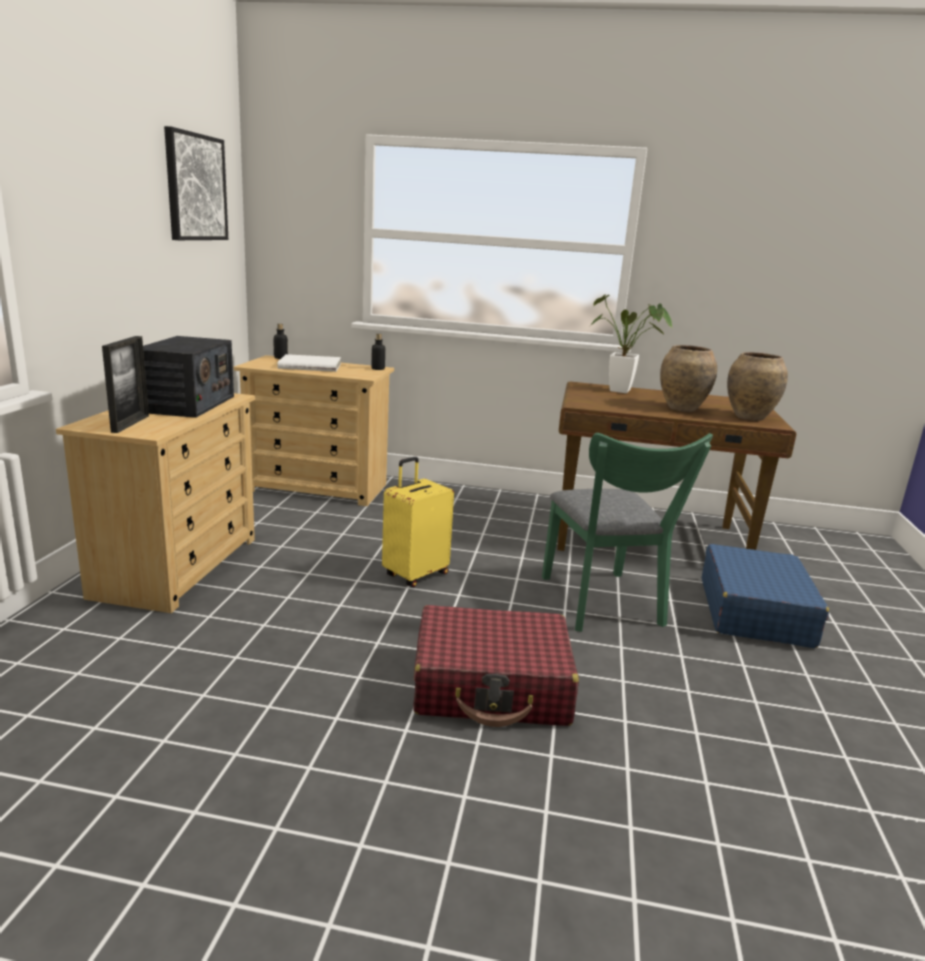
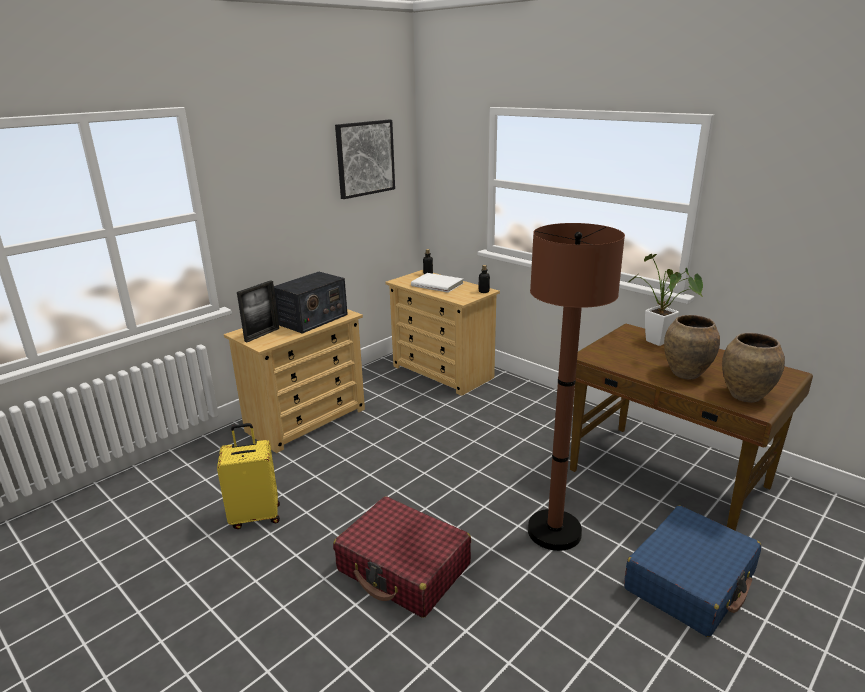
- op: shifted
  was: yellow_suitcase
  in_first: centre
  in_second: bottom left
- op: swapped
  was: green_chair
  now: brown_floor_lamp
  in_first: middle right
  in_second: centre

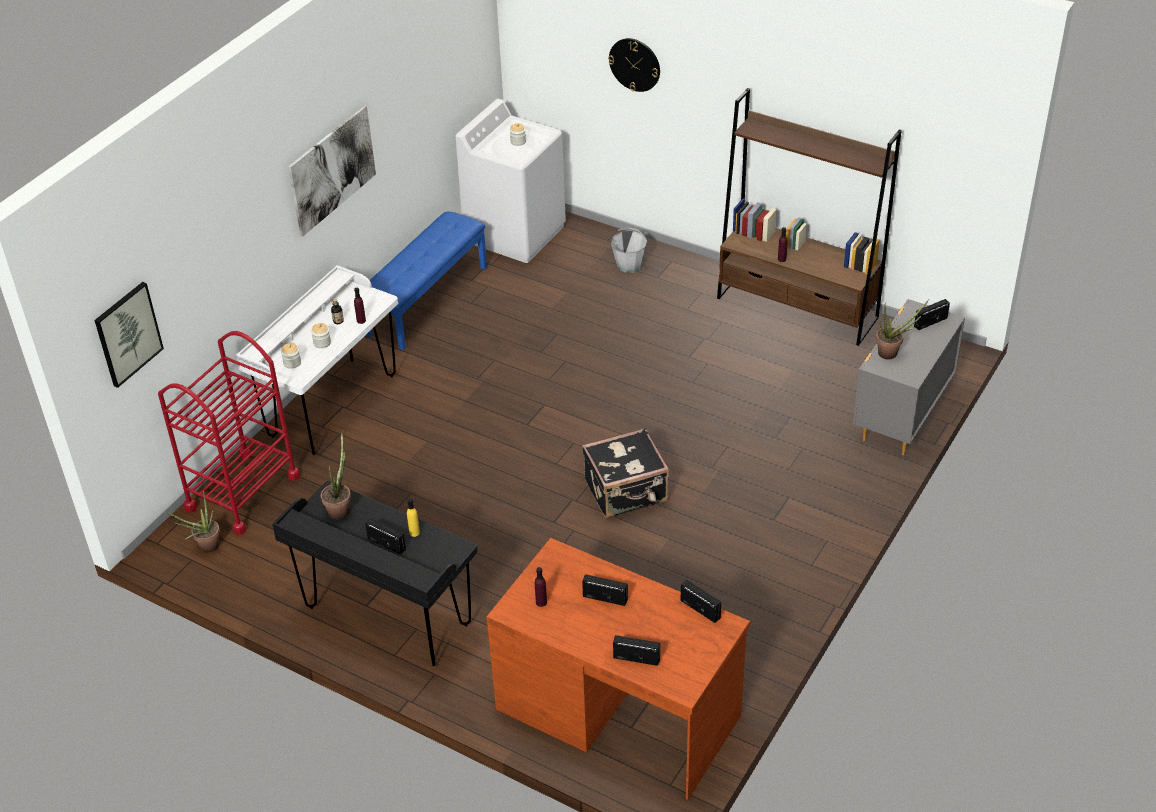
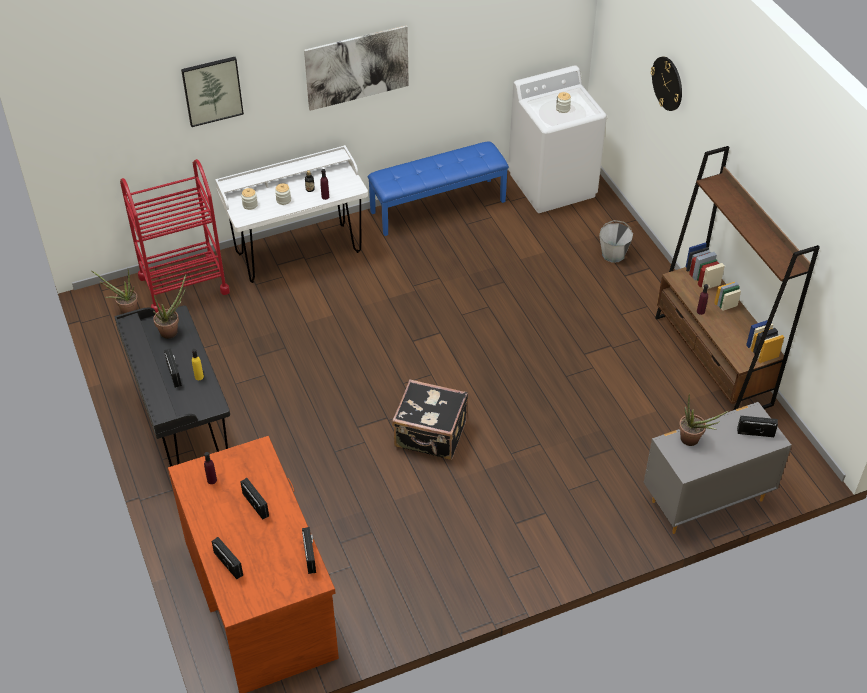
- op: shifted
  was: picture (no. 1 from left)
  in_first: middle left
  in_second: top left

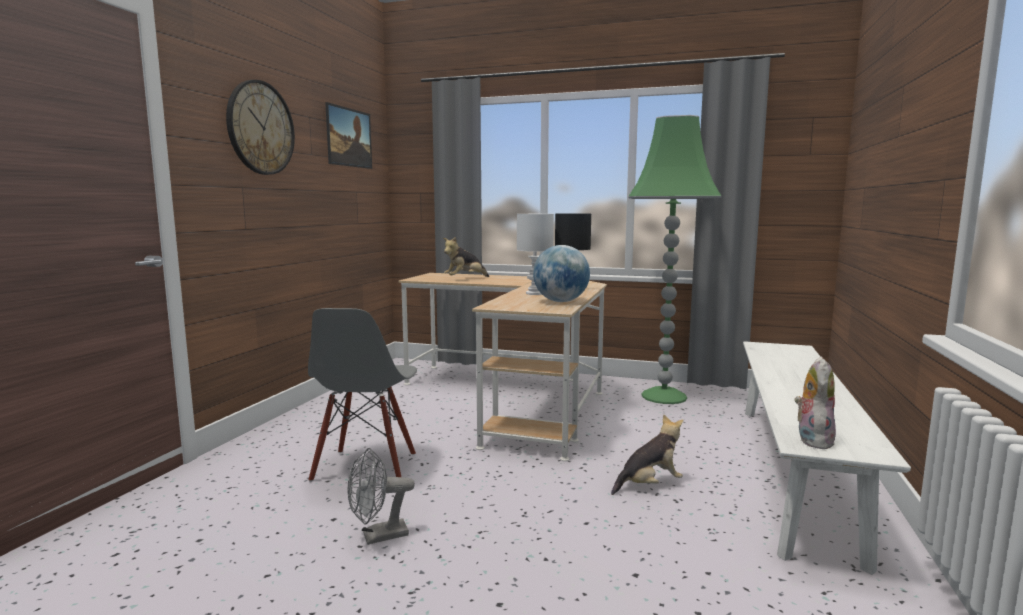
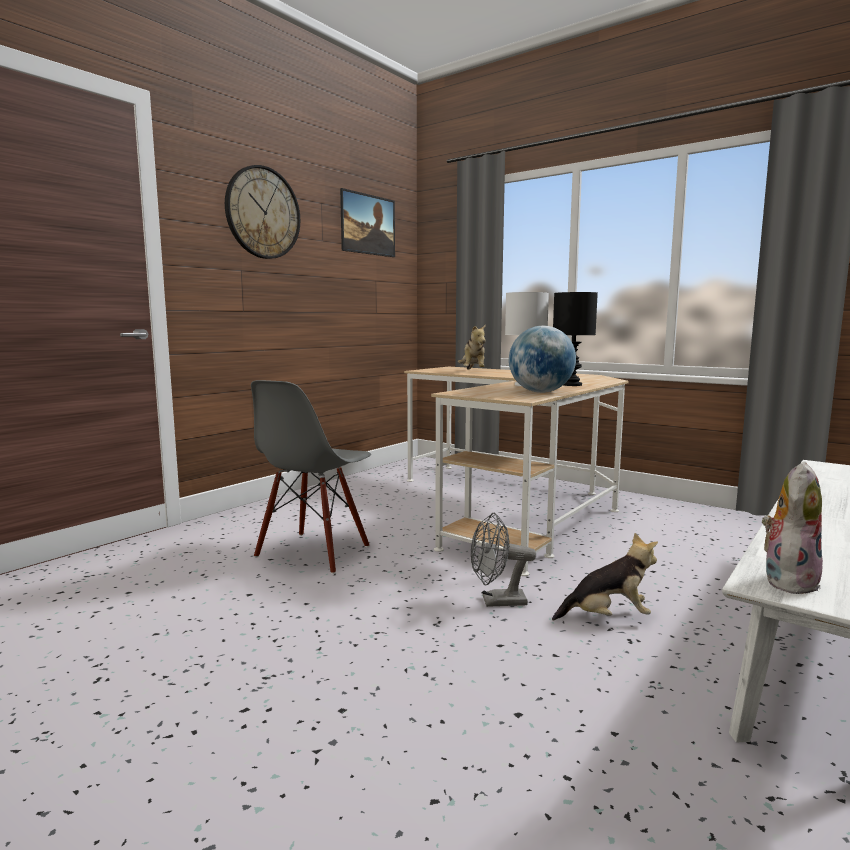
- op: gone
  was: green_floor_lamp
  in_first: centre
- op: shifted
  was: grey_fan
  in_first: bottom centre
  in_second: centre
- op: rotated
  was: plush_toy (no. 1 from left)
  in_first: centre
  in_second: centre
  clockwise: -75

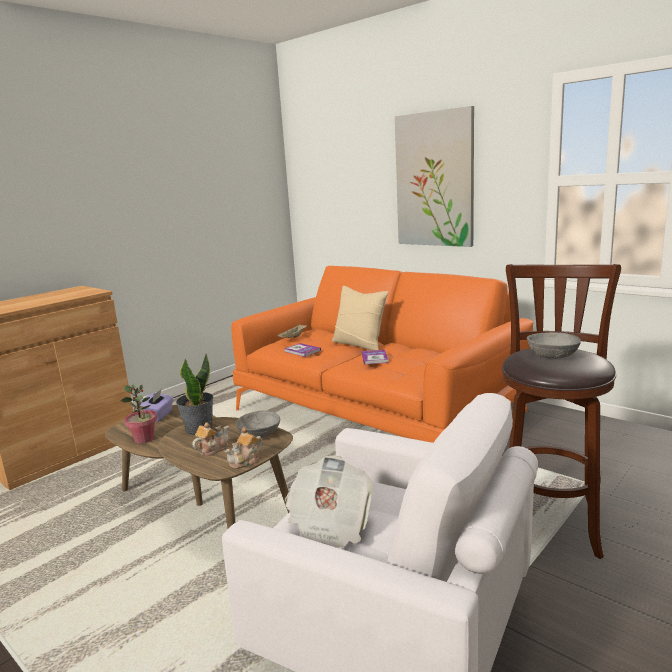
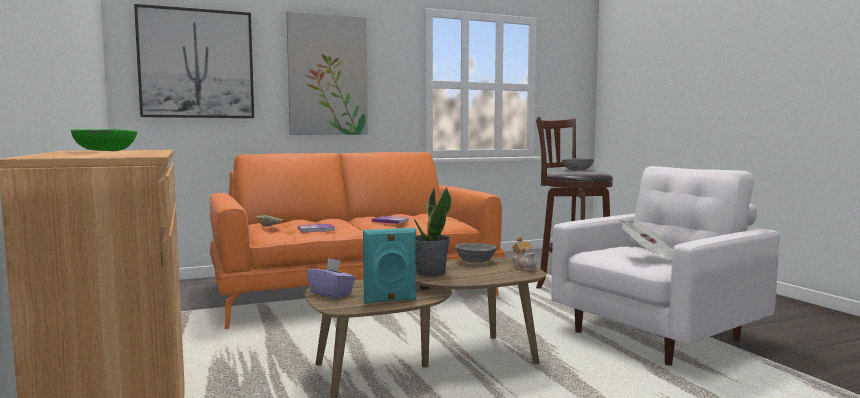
- op: gone
  was: teapot (no. 1 from left)
  in_first: middle left
- op: gone
  was: beige_pillow
  in_first: centre
- op: new
  now: green_bowl
  in_second: middle left
- op: new
  now: picture (no. 1 from left)
  in_second: top left
- op: swapped
  was: potted_plant (no. 1 from left)
  now: turquoise_speaker
  in_first: middle left
  in_second: bottom centre

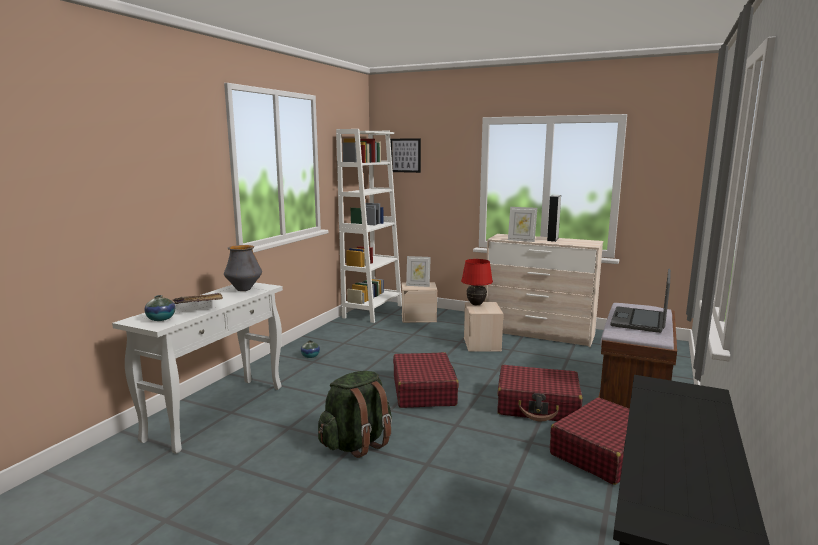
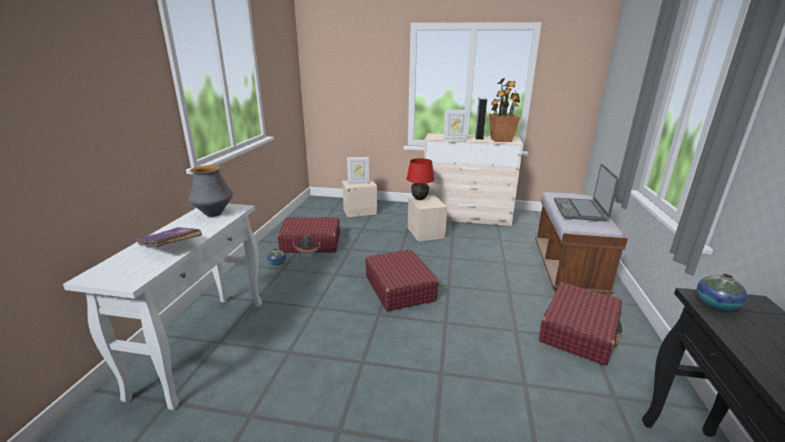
- op: gone
  was: green_backpack
  in_first: bottom centre
- op: gone
  was: white_bookcase
  in_first: centre
- op: gone
  was: picture
  in_first: top centre
- op: new
  now: potted_plant
  in_second: top centre
- op: shifted
  was: vase (no. 1 from left in the first image)
  now: vase (no. 3 from left)
  in_first: middle left
  in_second: middle right
- op: shifted
  was: red_suitcase (no. 2 from left in the first image)
  now: red_suitcase (no. 1 from left)
  in_first: bottom centre
  in_second: centre

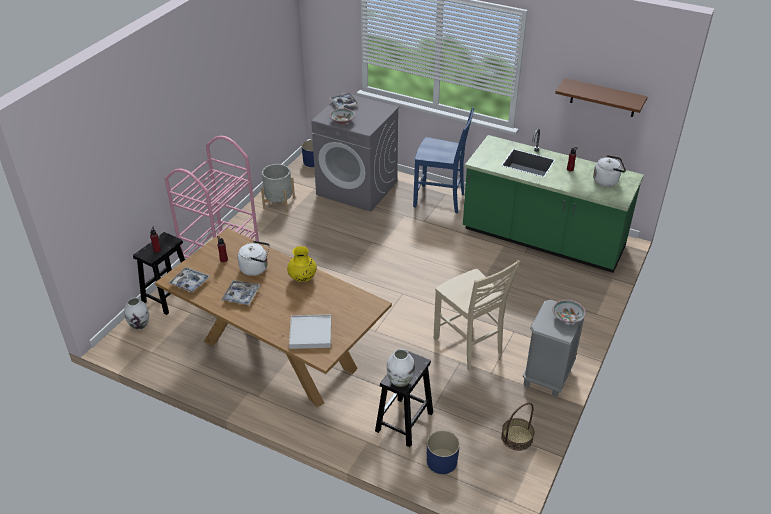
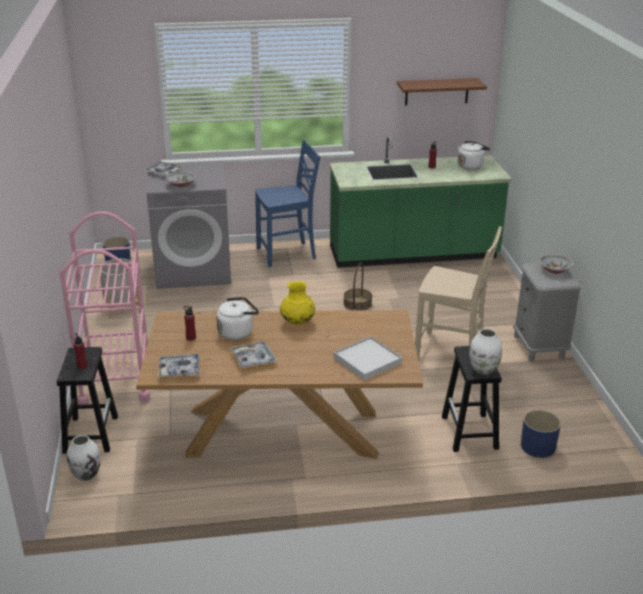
- op: shifted
  was: basket
  in_first: bottom right
  in_second: centre

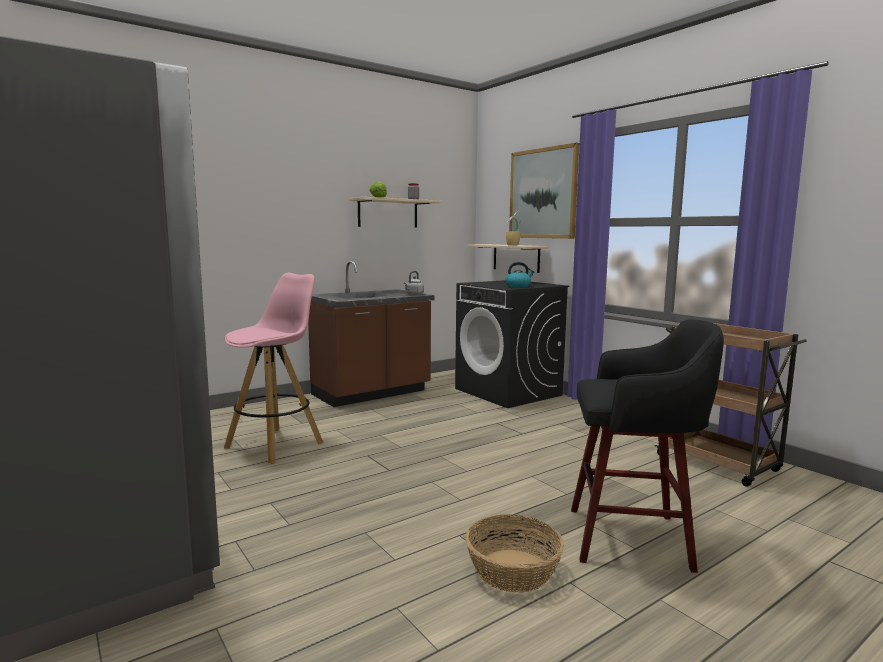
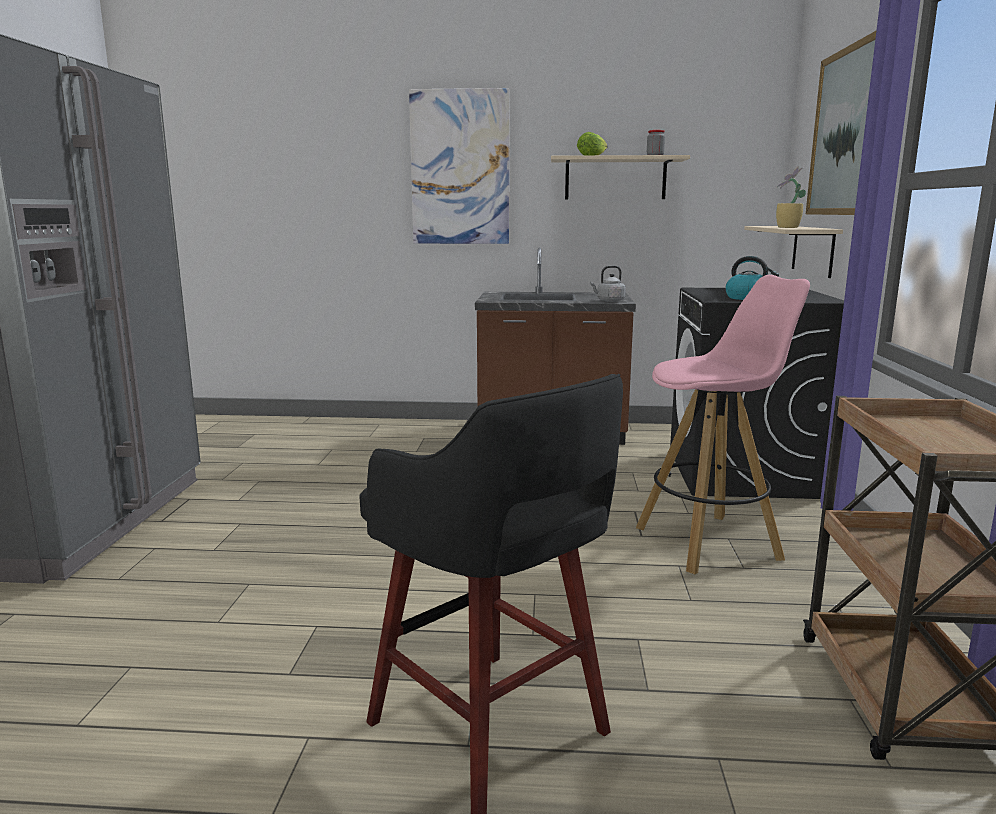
- op: gone
  was: basket
  in_first: bottom centre
- op: new
  now: picture (no. 1 from left)
  in_second: top centre
- op: shifted
  was: pink_stool
  in_first: middle left
  in_second: middle right

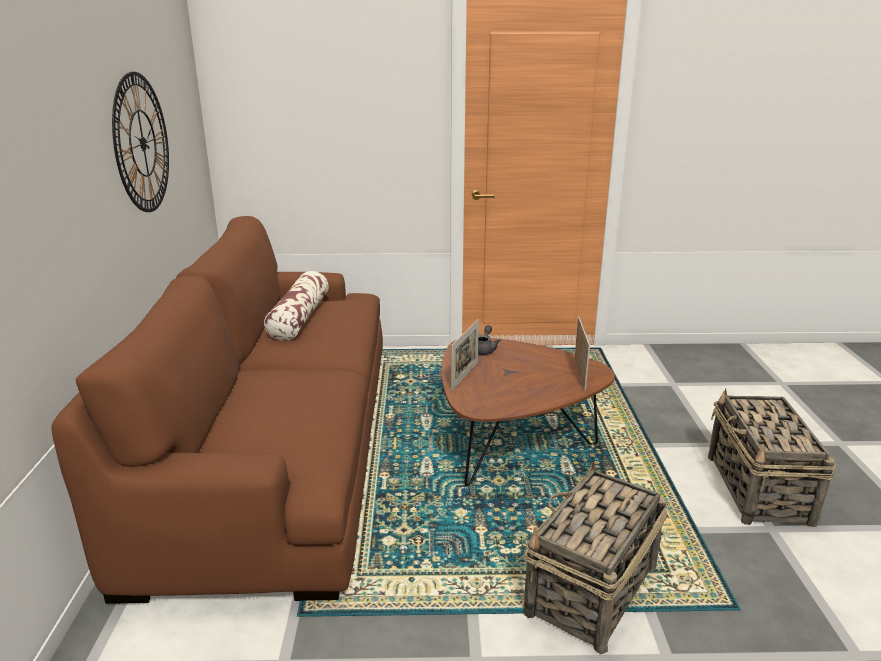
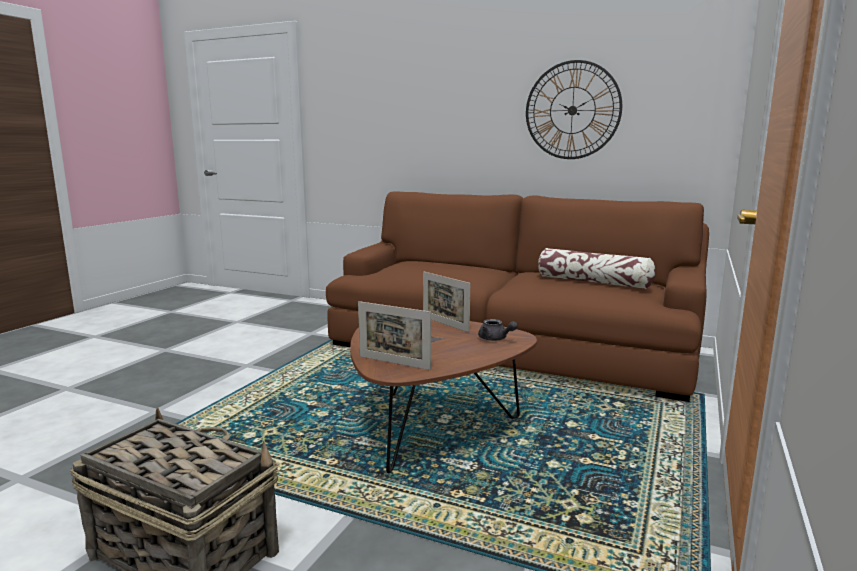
- op: gone
  was: basket (no. 1 from left)
  in_first: bottom right

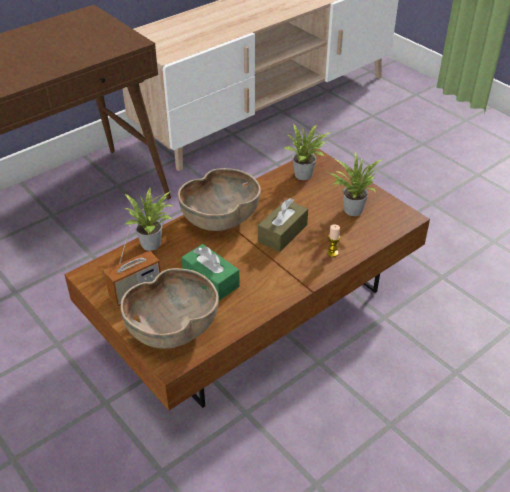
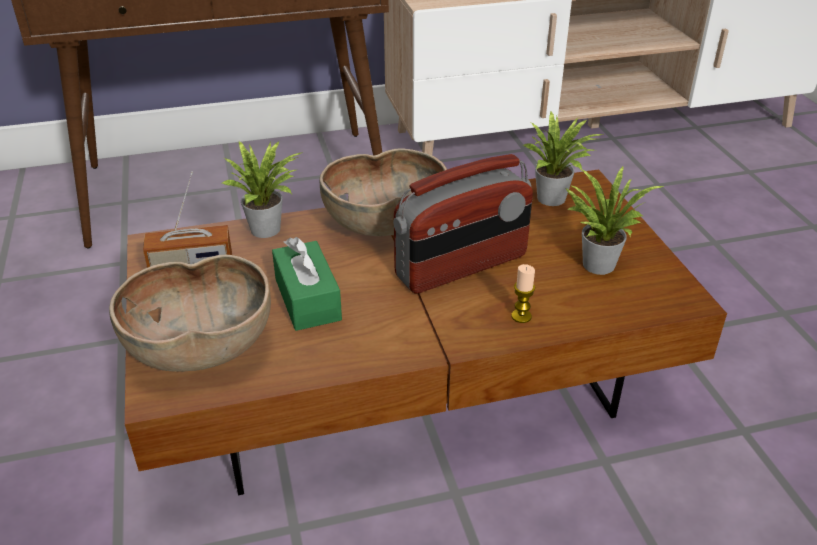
- op: swapped
  was: brown_tissue_box
  now: radio (no. 2 from left)
  in_first: centre
  in_second: centre

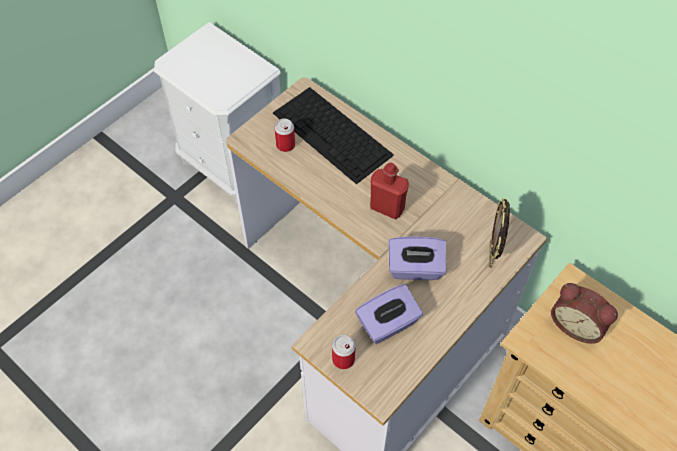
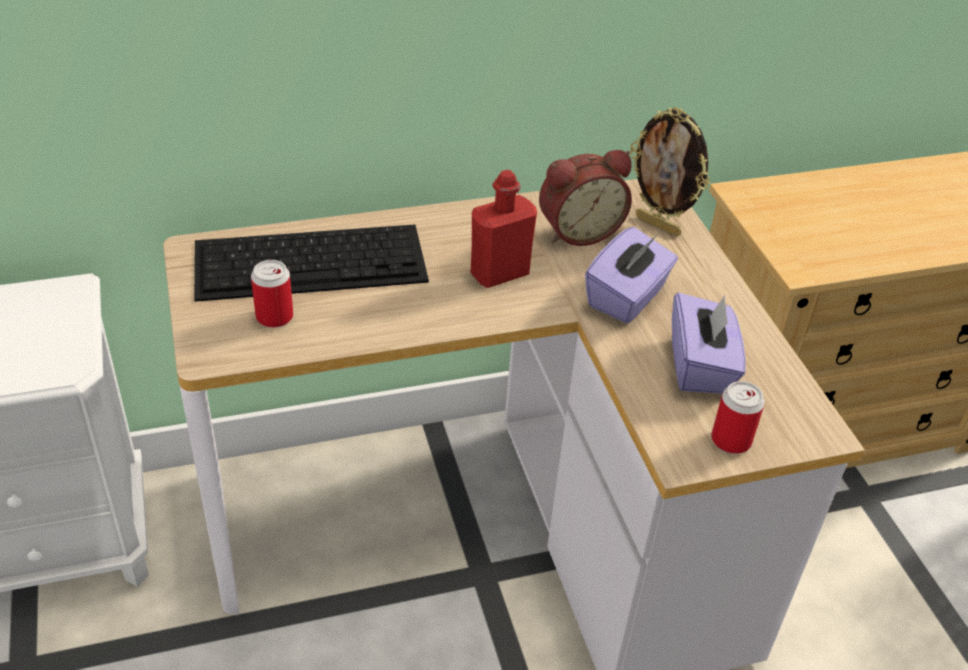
- op: shifted
  was: alarm_clock
  in_first: bottom right
  in_second: top centre

